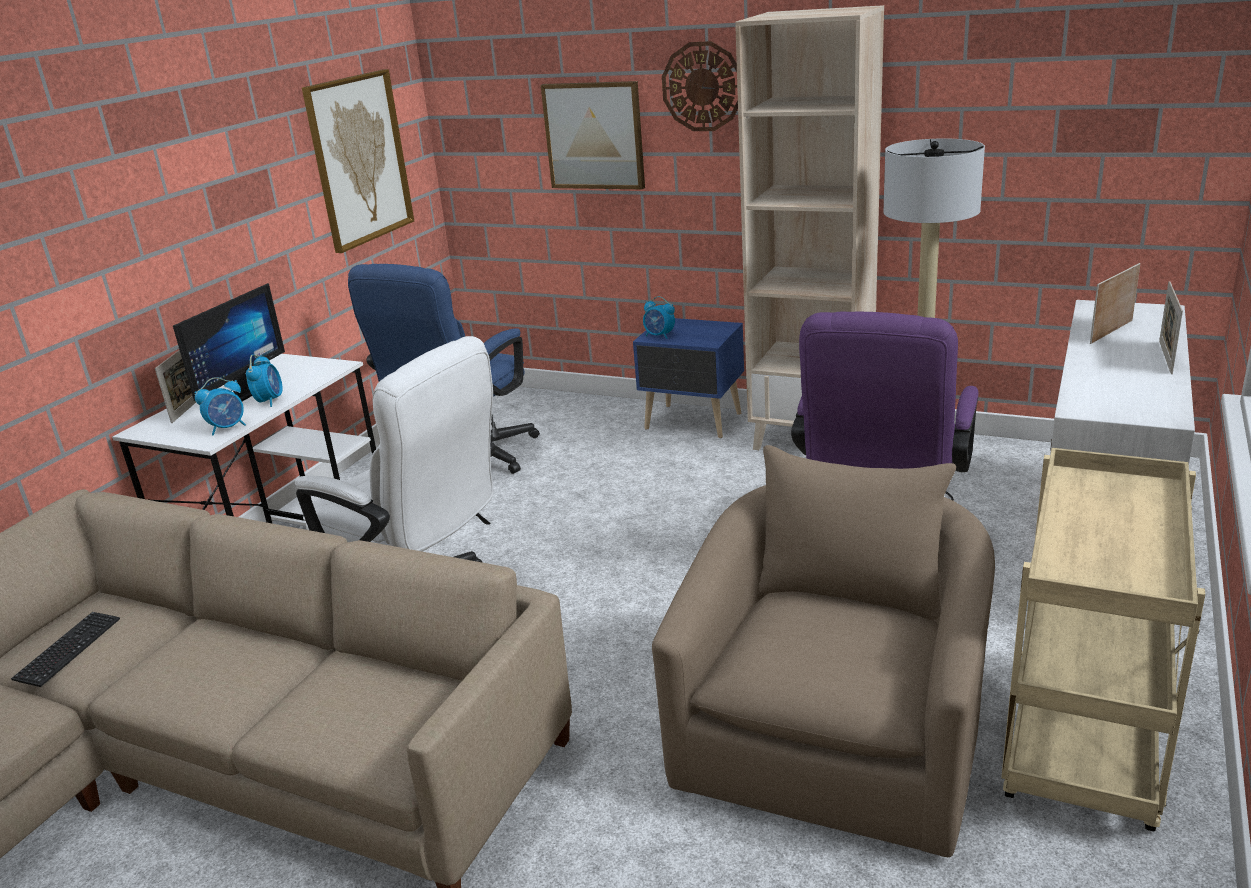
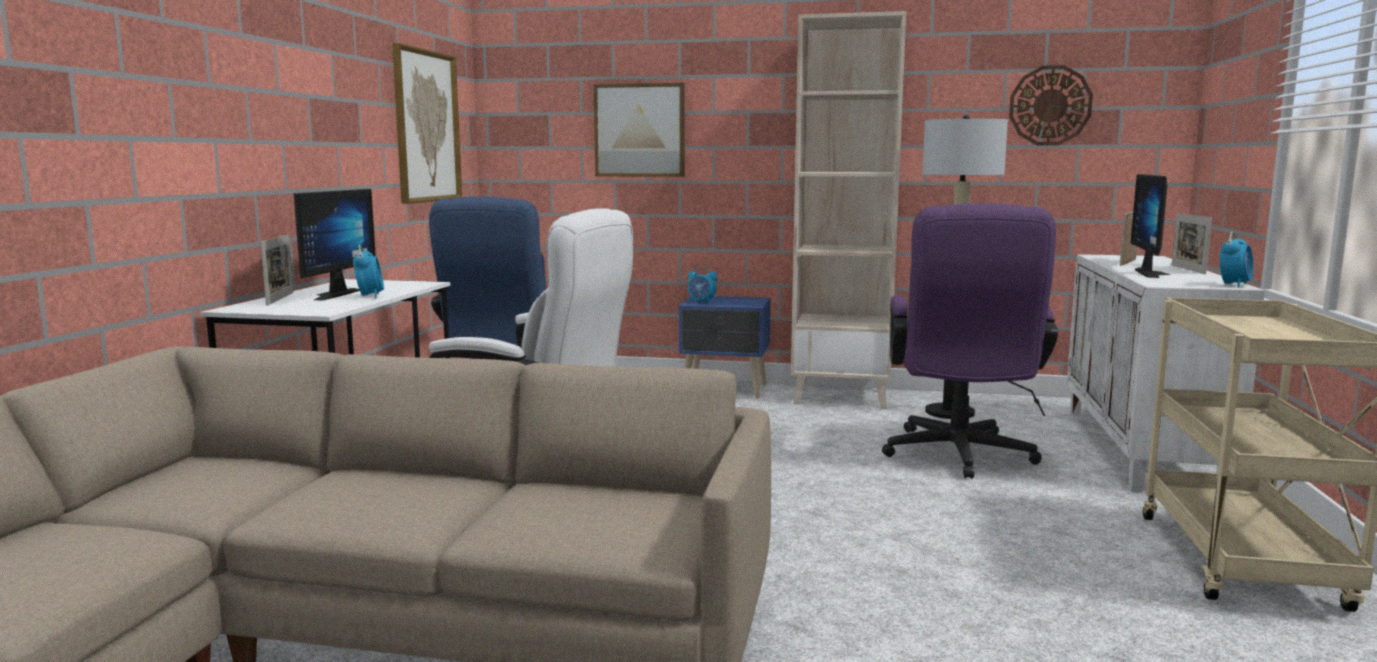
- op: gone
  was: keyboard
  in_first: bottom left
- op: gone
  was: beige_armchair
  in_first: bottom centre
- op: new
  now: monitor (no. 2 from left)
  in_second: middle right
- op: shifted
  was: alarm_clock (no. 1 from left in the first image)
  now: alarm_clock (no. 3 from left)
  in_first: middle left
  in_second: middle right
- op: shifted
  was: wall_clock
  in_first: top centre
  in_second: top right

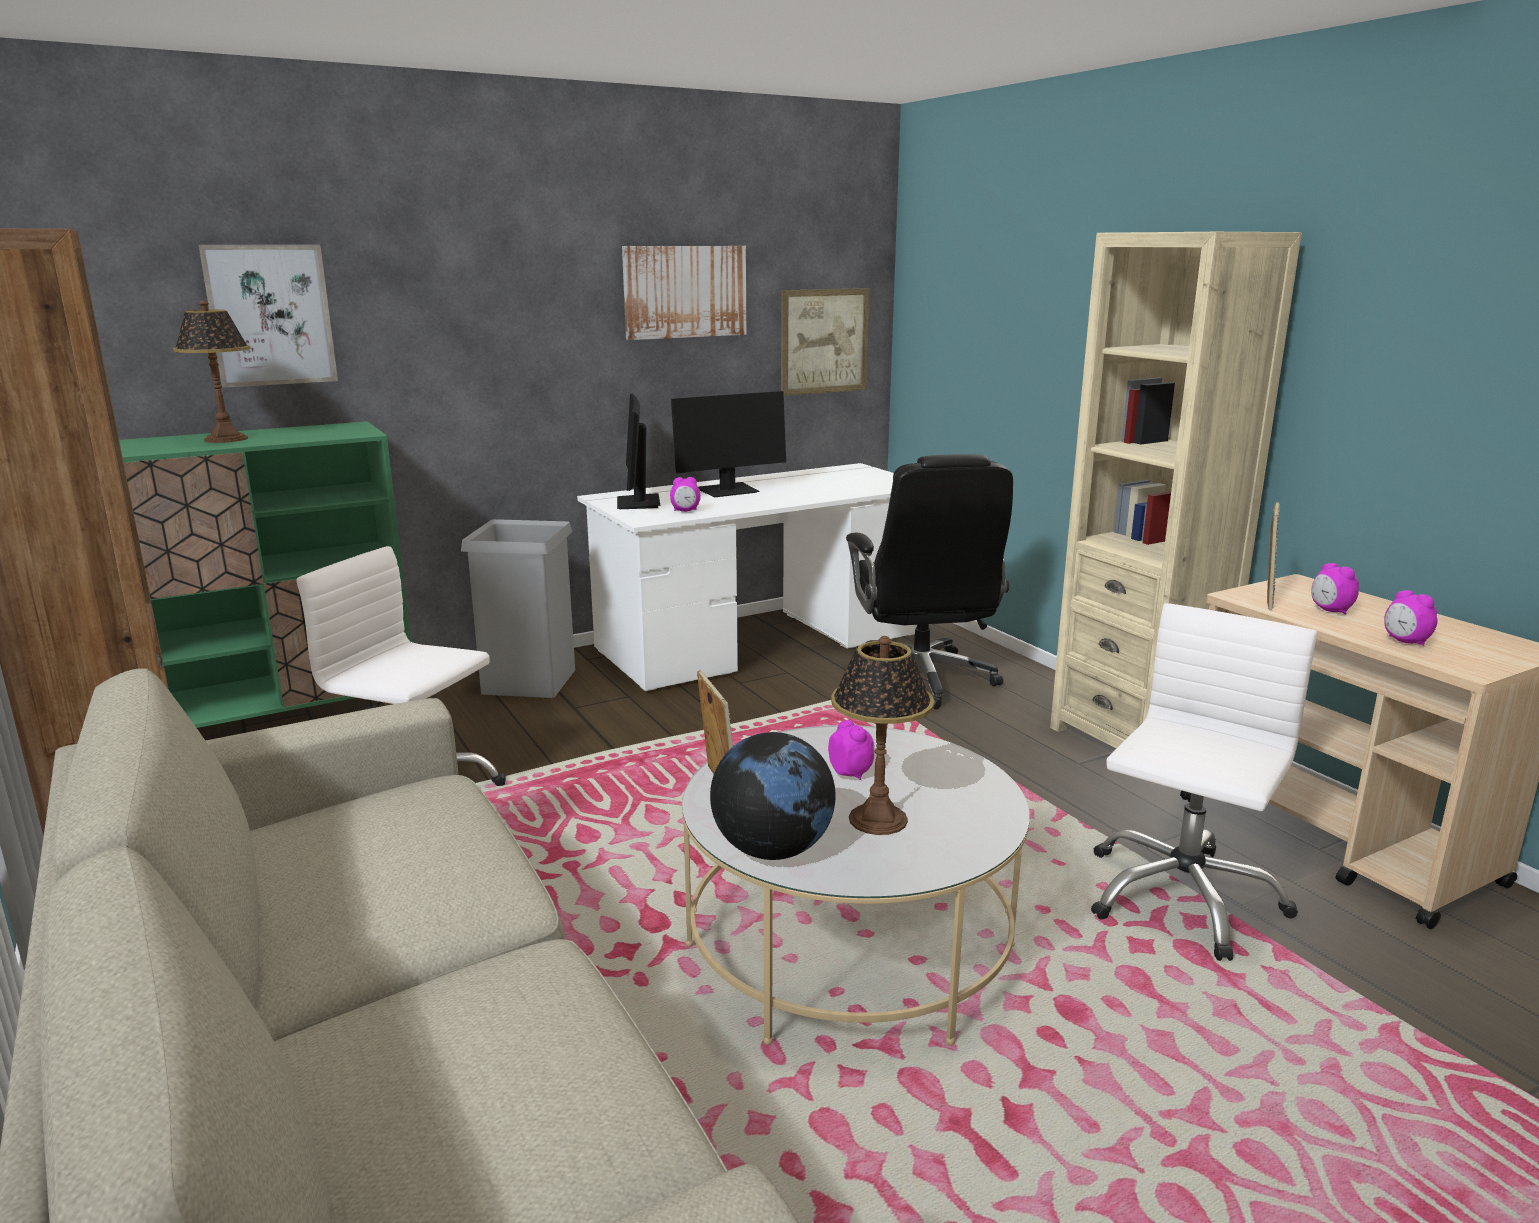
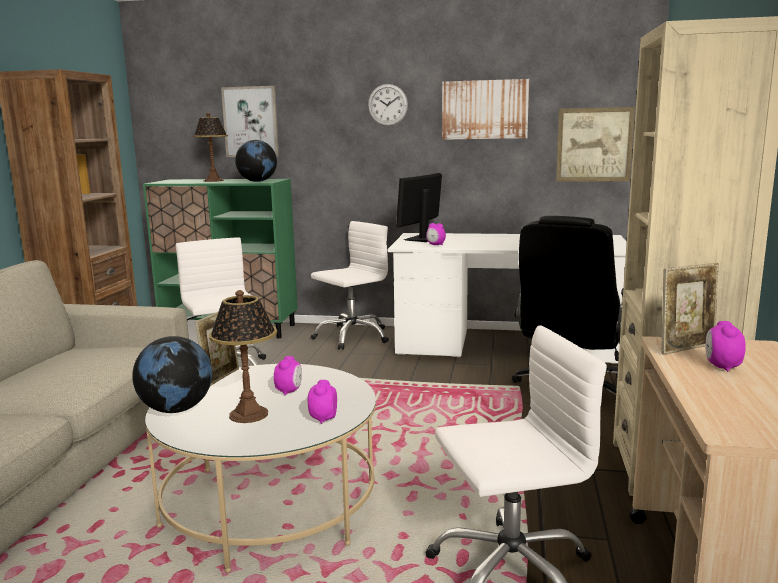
- op: gone
  was: monitor (no. 2 from left)
  in_first: centre
- op: new
  now: globe (no. 2 from left)
  in_second: top left
- op: new
  now: wall_clock
  in_second: top centre
- op: shifted
  was: alarm_clock (no. 4 from left in the first image)
  now: alarm_clock (no. 2 from left)
  in_first: middle right
  in_second: bottom centre
- op: swapped
  was: grey_trash_can
  now: white_office_chair (no. 2 from left)
  in_first: centre
  in_second: centre

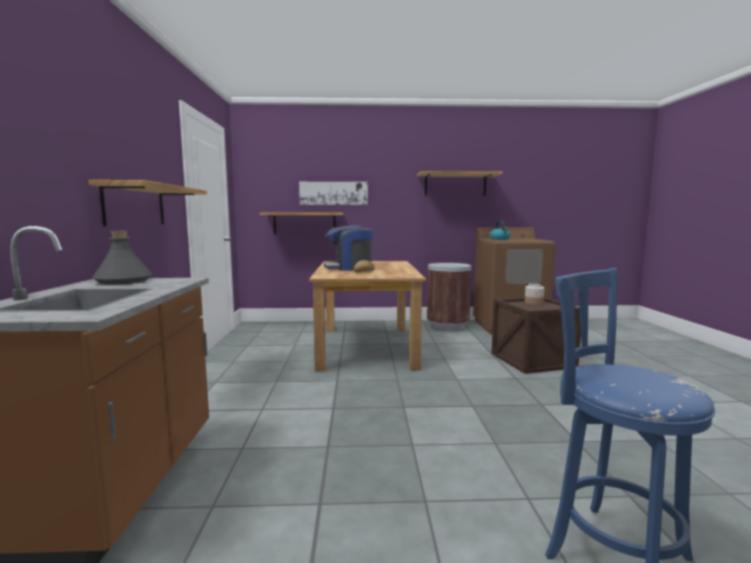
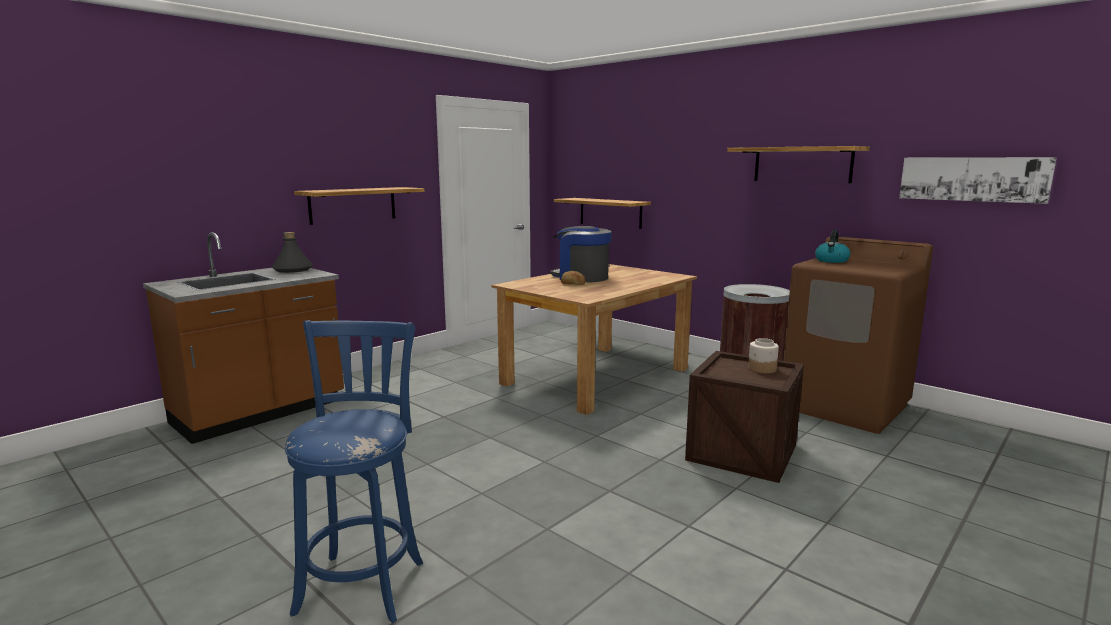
- op: shifted
  was: picture
  in_first: centre
  in_second: top right

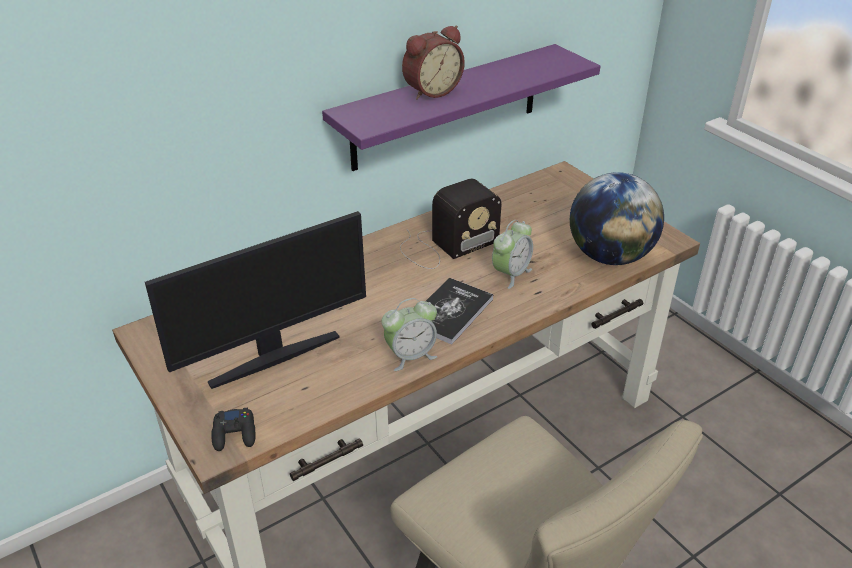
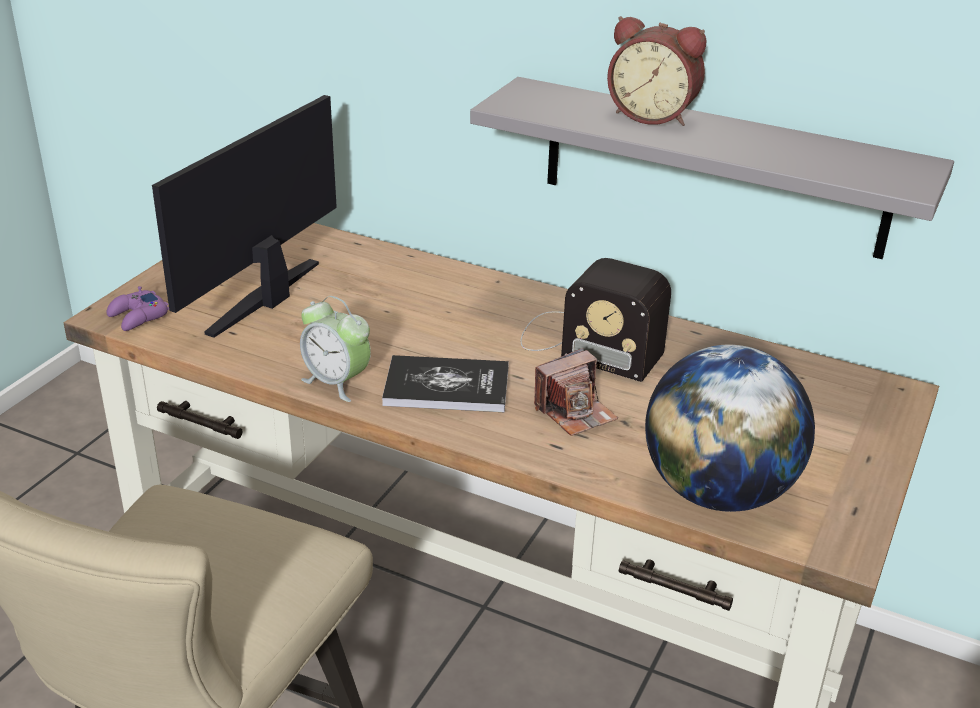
- op: swapped
  was: alarm_clock (no. 3 from left)
  now: photo_camera
  in_first: centre
  in_second: centre
- op: repainted
  was: black_game_controller
  now: purple_game_controller
  in_first: bottom left
  in_second: middle left
- op: repainted
  was: purple_shelf
  now: grey_shelf
  in_first: top centre
  in_second: top right
- op: rotated
  was: monitor
  in_first: middle left
  in_second: top left
  clockwise: 90

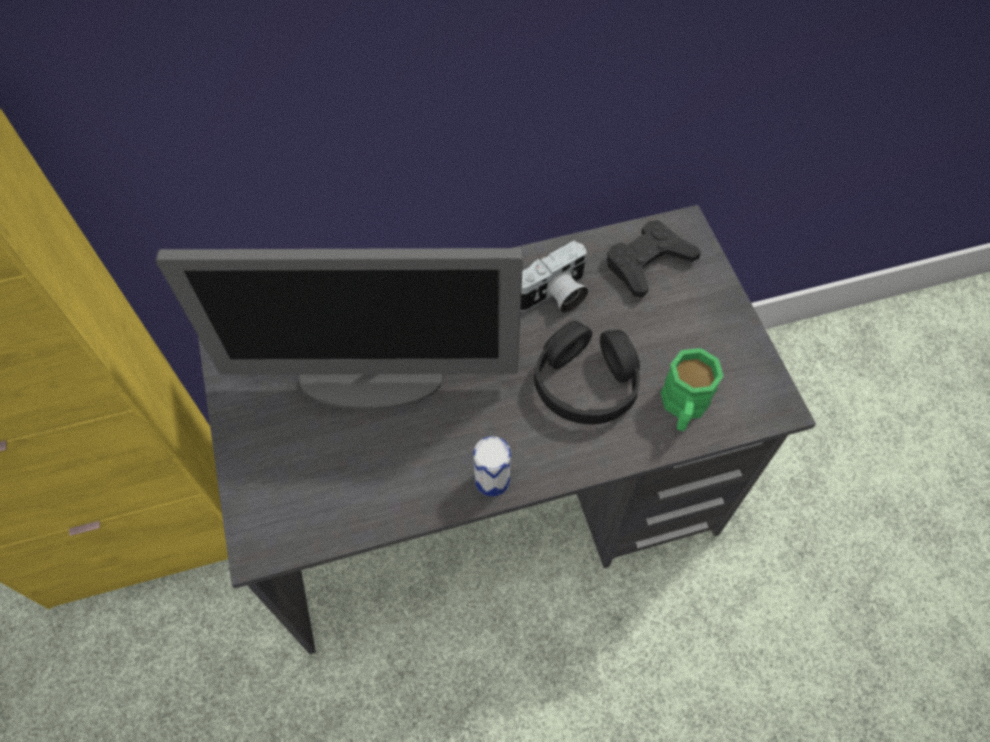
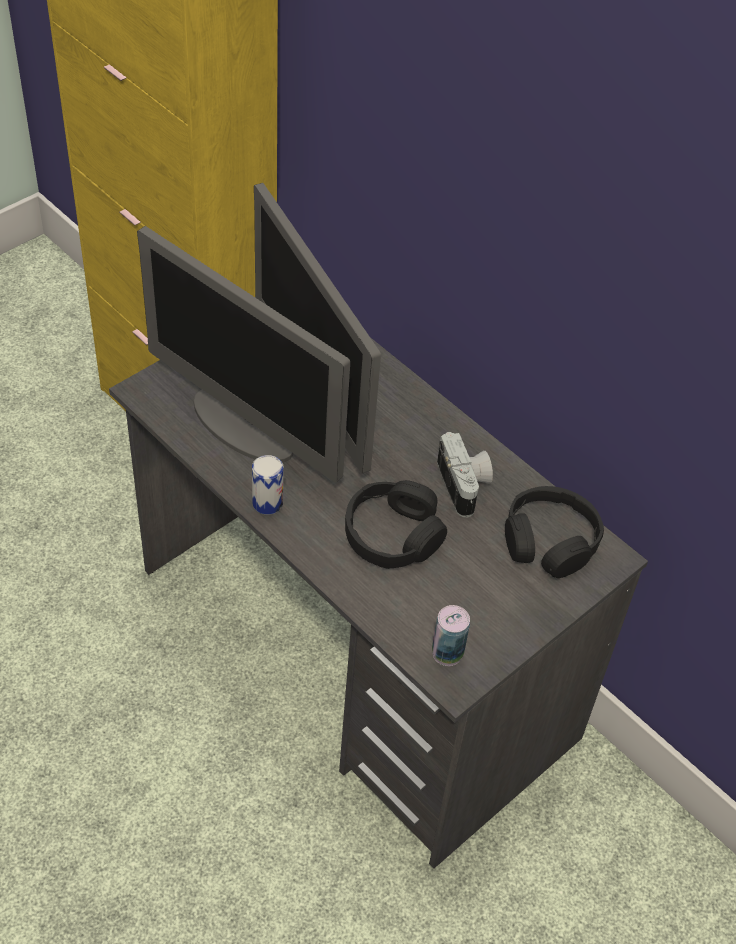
- op: gone
  was: green_mug
  in_first: middle right
- op: new
  now: monitor (no. 1 from left)
  in_second: middle left
- op: new
  now: can (no. 2 from left)
  in_second: bottom centre
- op: swapped
  was: black_game_controller
  now: black_headphones (no. 2 from left)
  in_first: centre
  in_second: middle right
- op: rotated
  was: photo_camera
  in_first: centre
  in_second: centre
  clockwise: -135

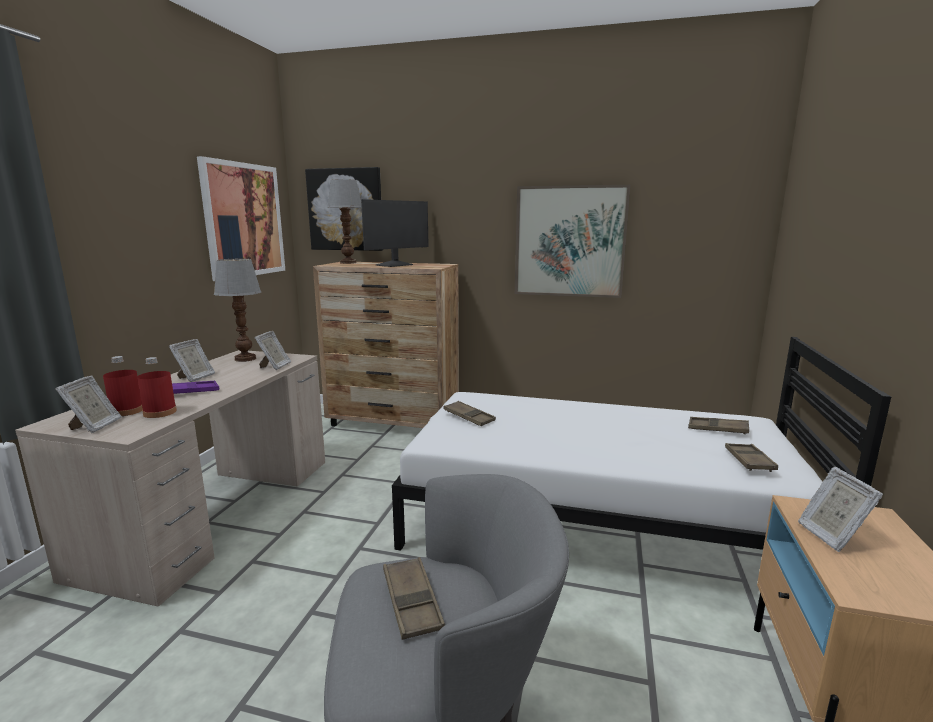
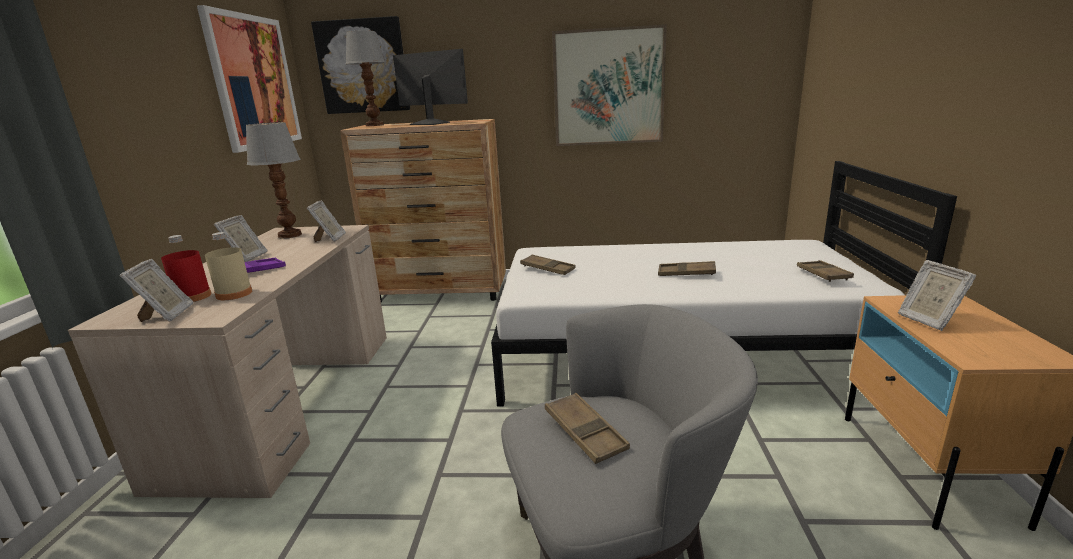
- op: shifted
  was: brown_tray (no. 3 from left)
  in_first: middle right
  in_second: centre
- op: repainted
  was: red_bottle (no. 2 from left)
  now: beige_bottle
  in_first: middle left
  in_second: middle left
- op: rotated
  was: monitor
  in_first: top centre
  in_second: top centre
  clockwise: -90

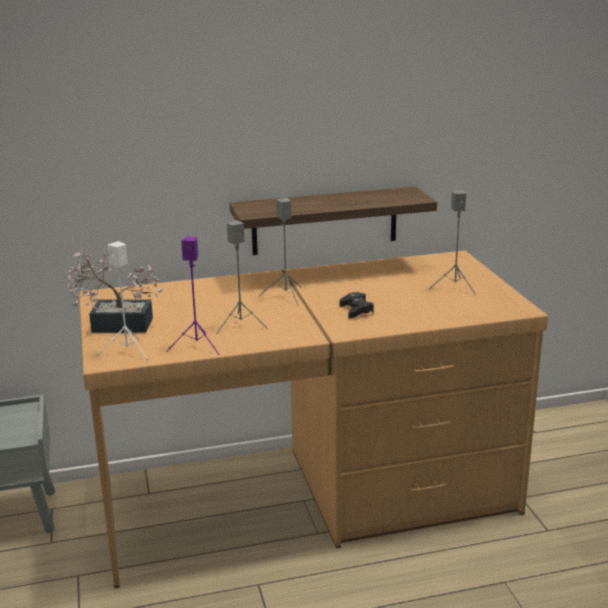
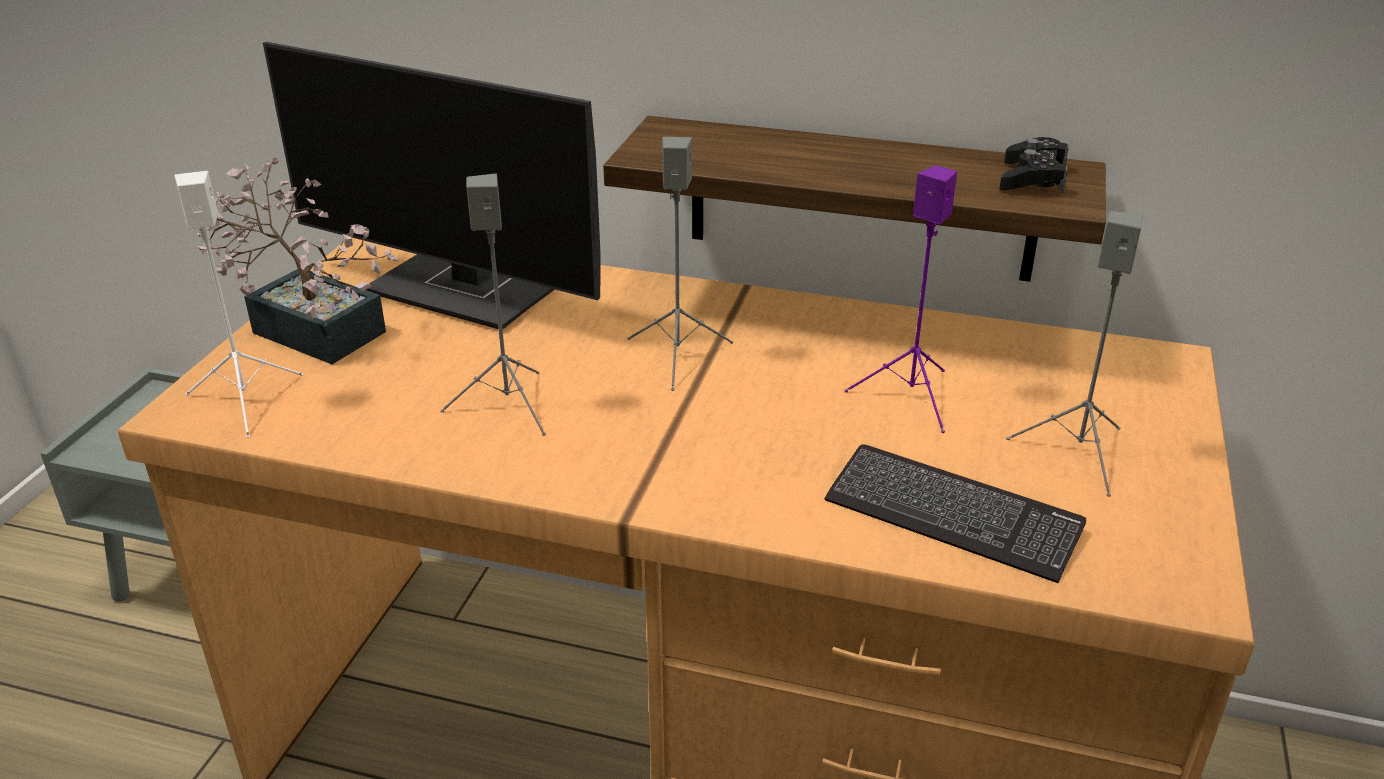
- op: new
  now: monitor
  in_second: top left
- op: new
  now: keyboard
  in_second: middle right
- op: shifted
  was: purple_speaker
  in_first: middle left
  in_second: centre
- op: shifted
  was: black_game_controller
  in_first: centre
  in_second: top right

